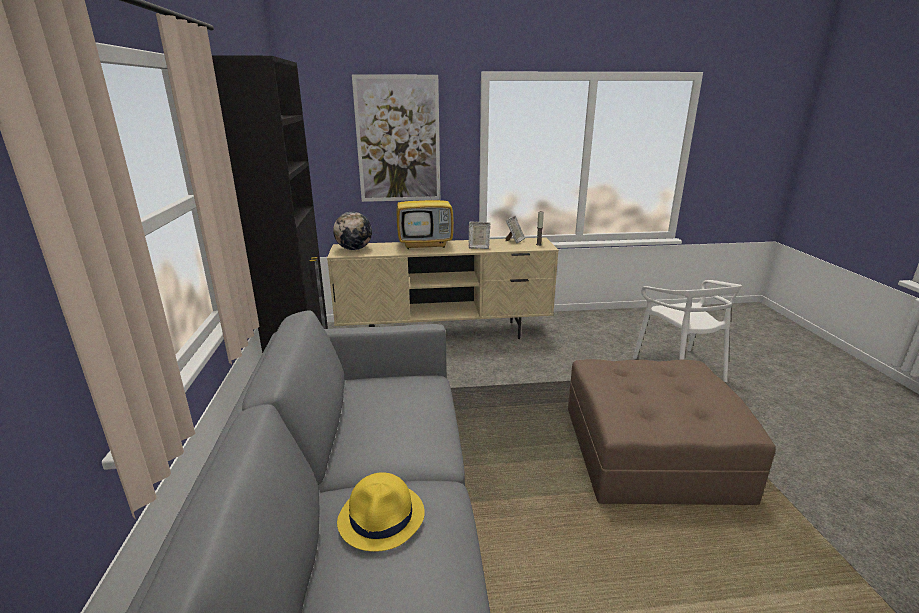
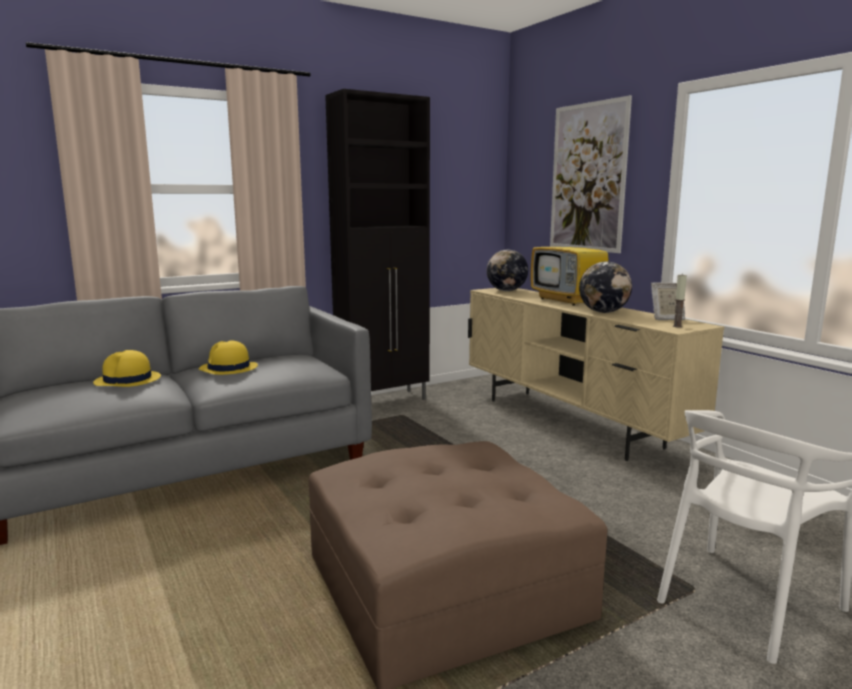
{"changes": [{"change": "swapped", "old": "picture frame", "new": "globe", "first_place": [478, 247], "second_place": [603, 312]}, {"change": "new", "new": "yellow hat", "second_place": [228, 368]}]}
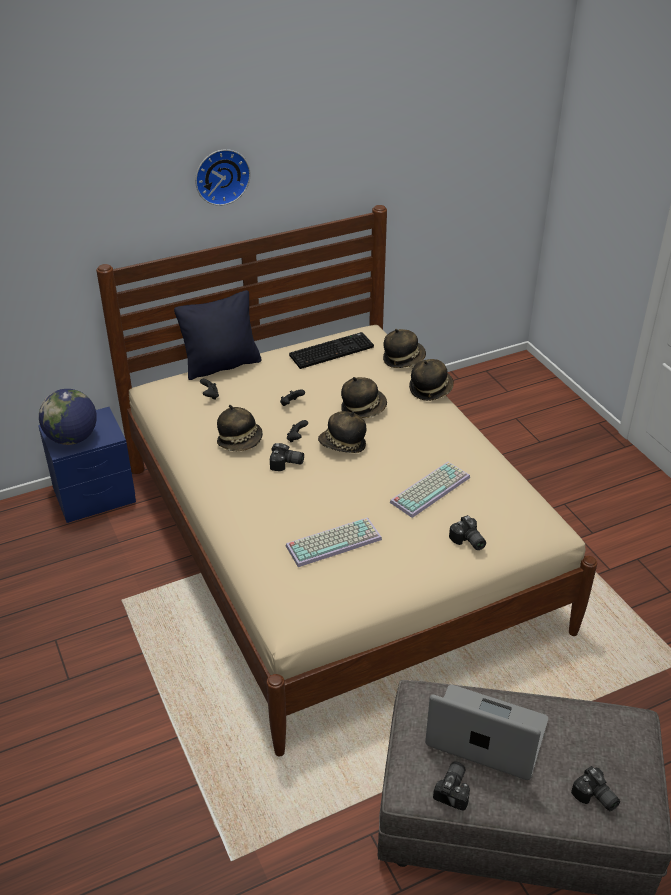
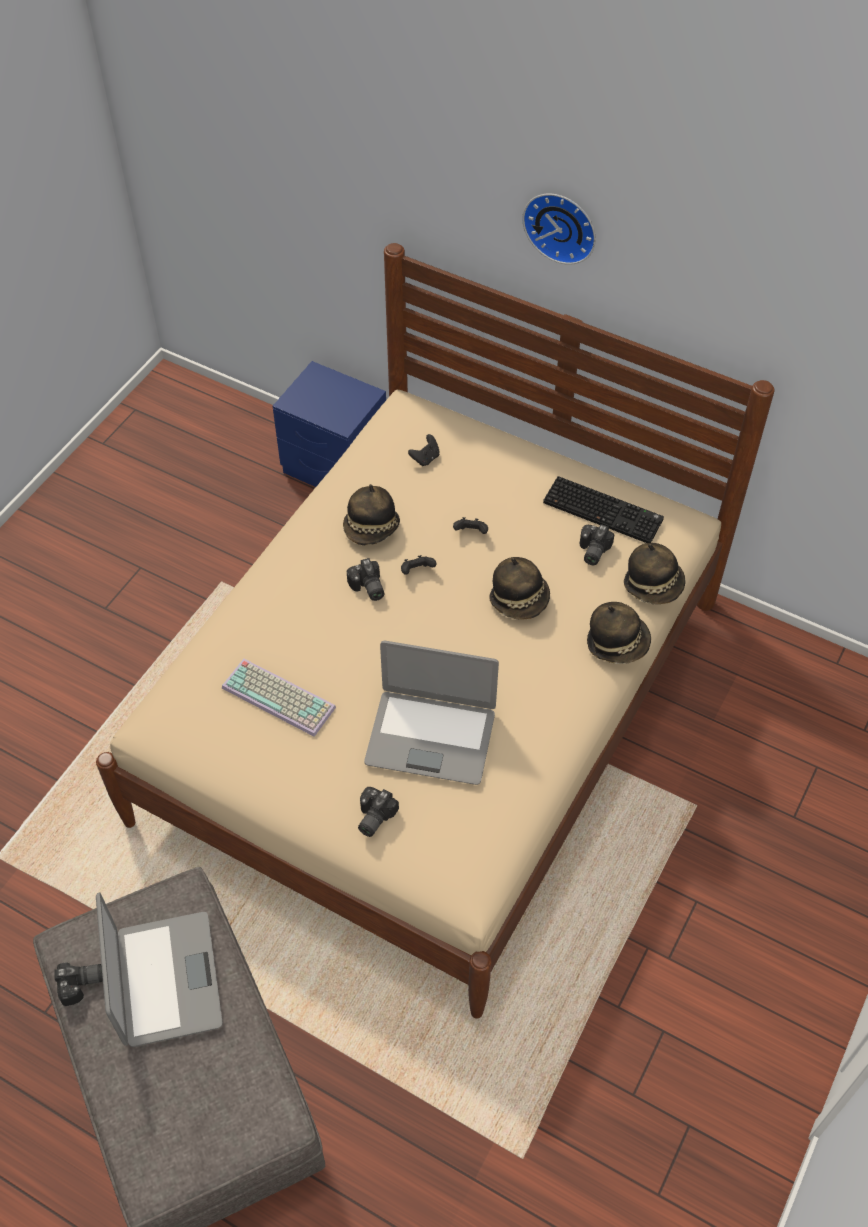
{"changes": [{"change": "gone", "old": "globe", "first_place": [72, 438]}, {"change": "gone", "old": "black pillow", "first_place": [221, 365]}, {"change": "gone", "old": "hat", "first_place": [342, 446]}, {"change": "swapped", "old": "keyboard", "new": "laptop", "first_place": [430, 488], "second_place": [431, 736]}, {"change": "shifted", "old": "photo camera", "first_place": [595, 798], "second_place": [592, 551]}]}
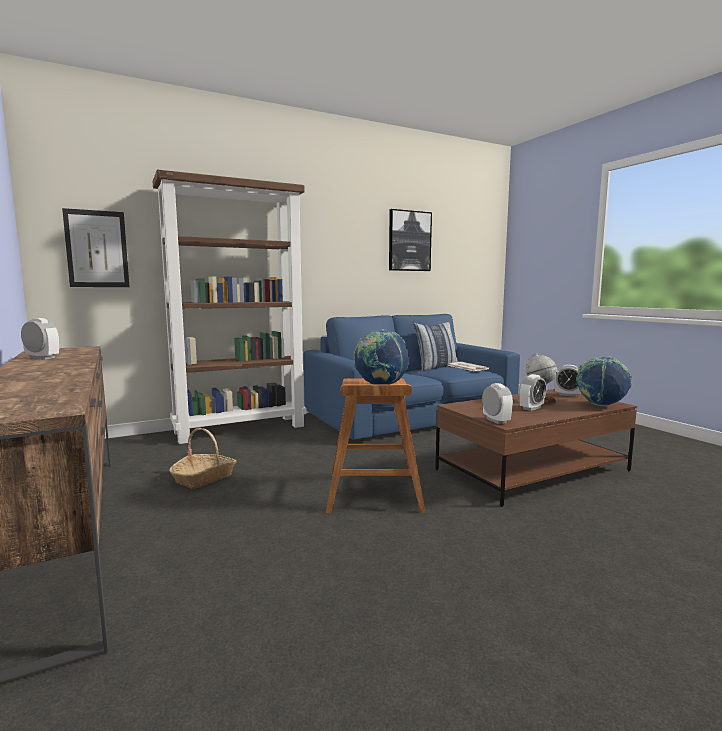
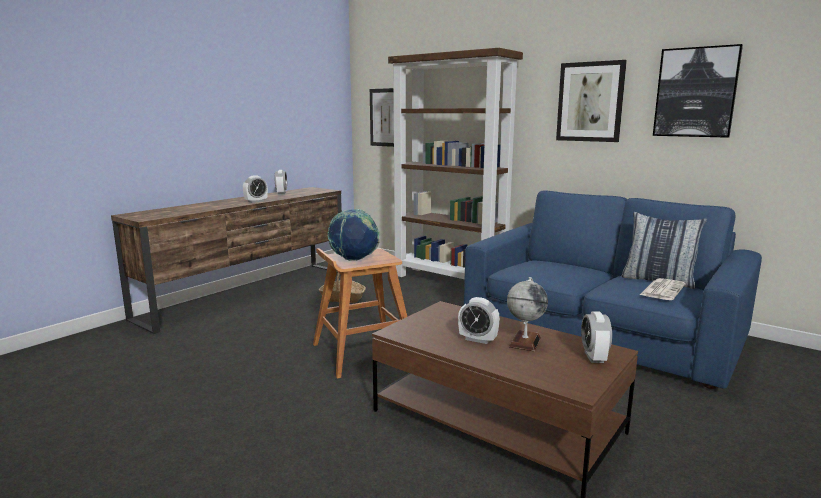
{"changes": [{"change": "shifted", "old": "alarm clock", "first_place": [496, 421], "second_place": [256, 201]}, {"change": "gone", "old": "globe", "first_place": [601, 405]}, {"change": "new", "new": "picture", "second_place": [590, 102]}]}
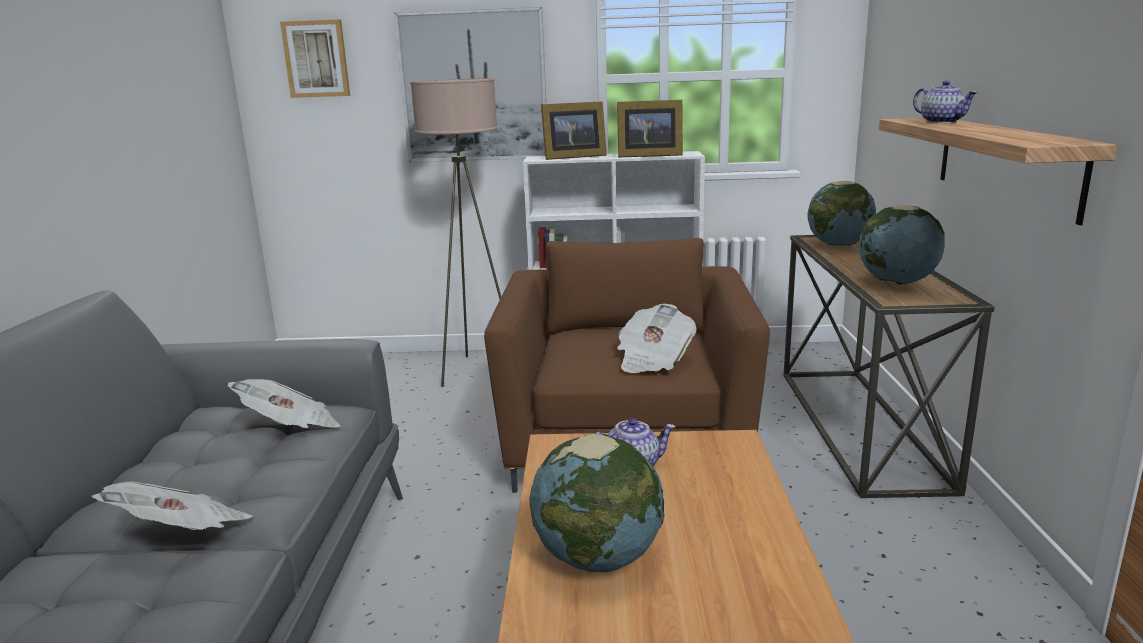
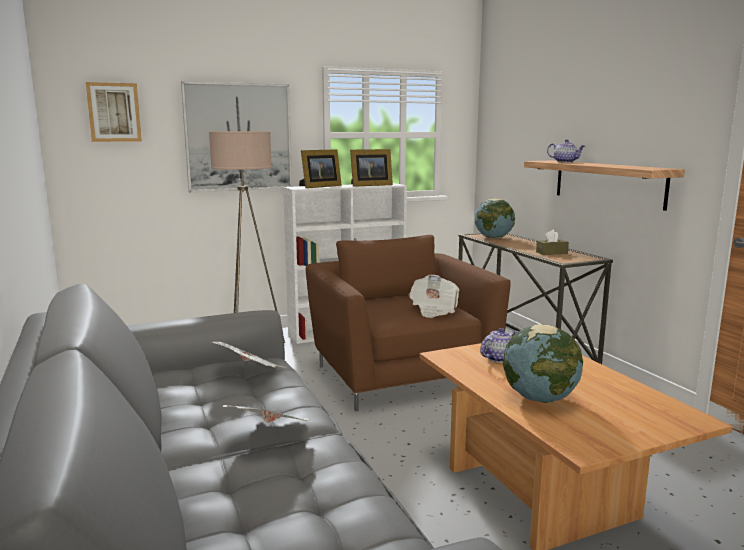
{"changes": [{"change": "swapped", "old": "globe", "new": "brown tissue box", "first_place": [896, 282], "second_place": [551, 253]}]}
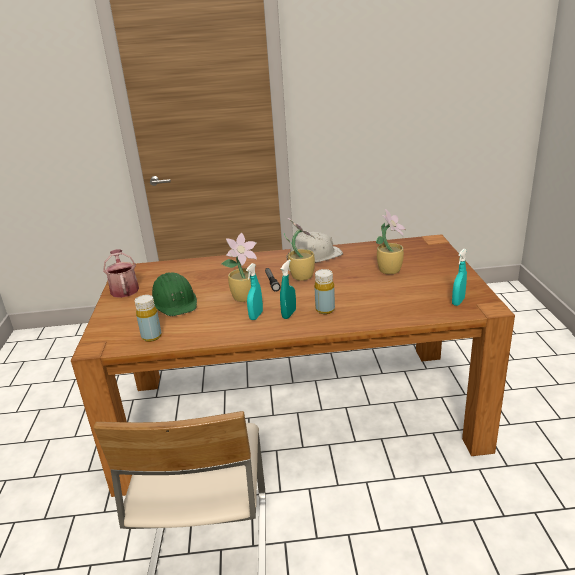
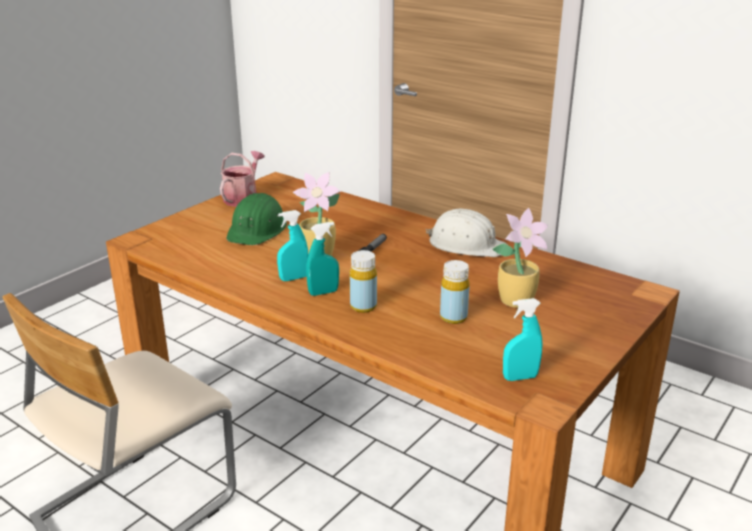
{"changes": [{"change": "shifted", "old": "yellow bottle", "first_place": [151, 337], "second_place": [453, 317]}, {"change": "gone", "old": "potted plant", "first_place": [302, 276]}]}
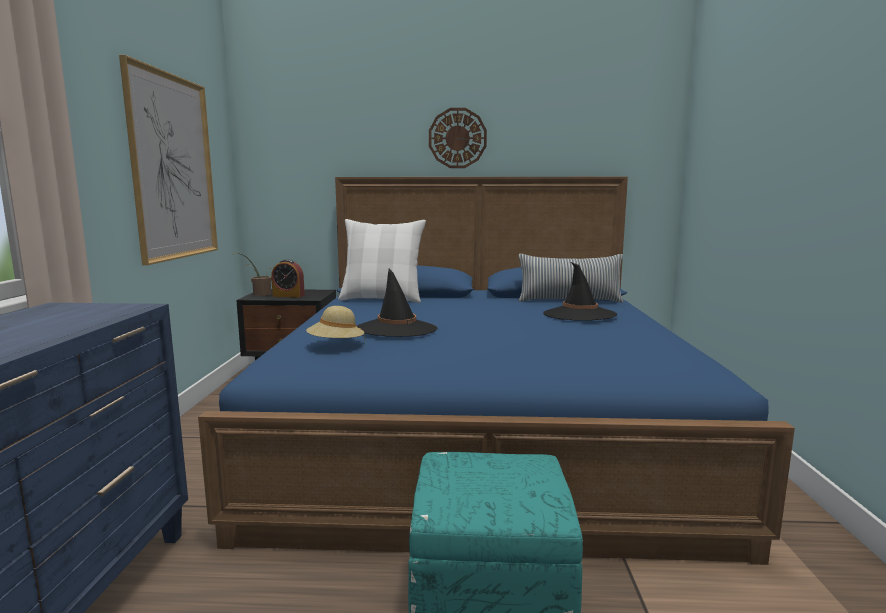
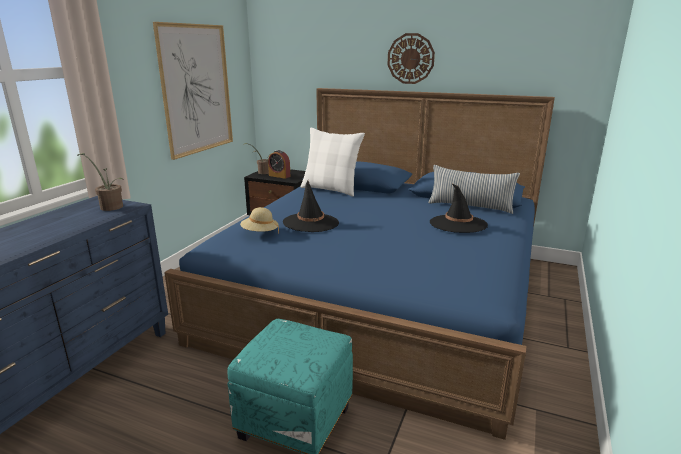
{"changes": [{"change": "new", "new": "potted plant", "second_place": [110, 206]}]}
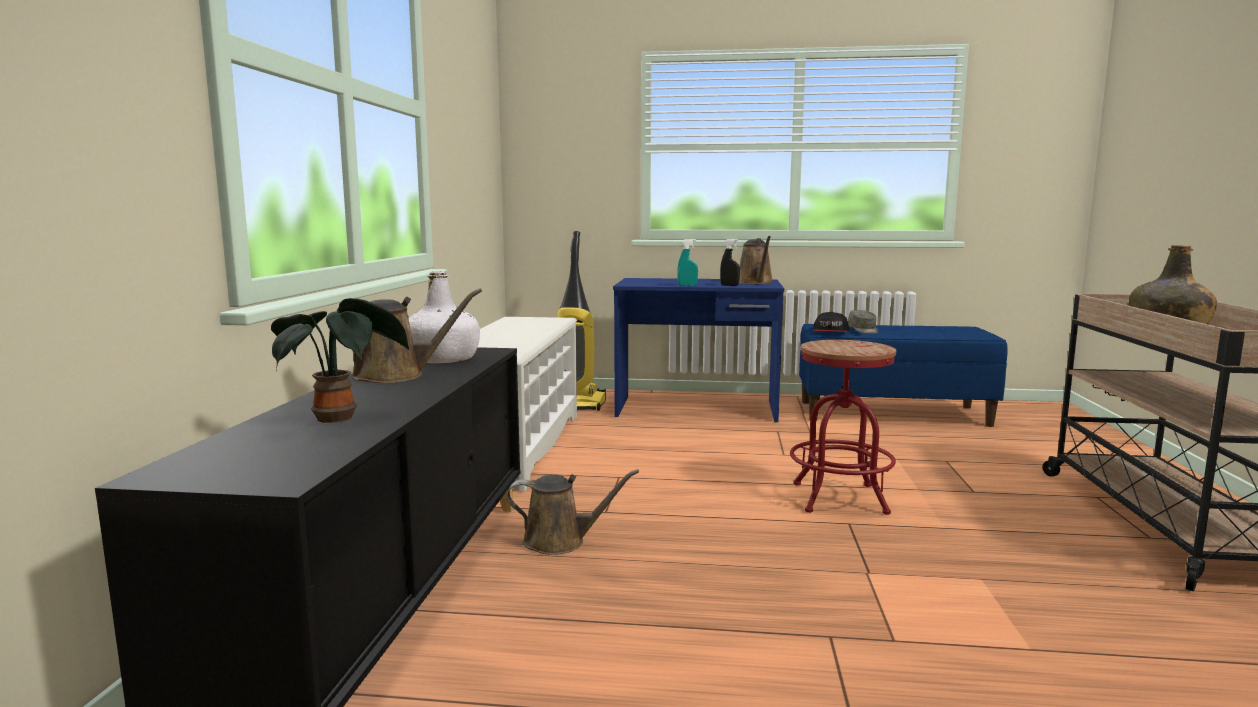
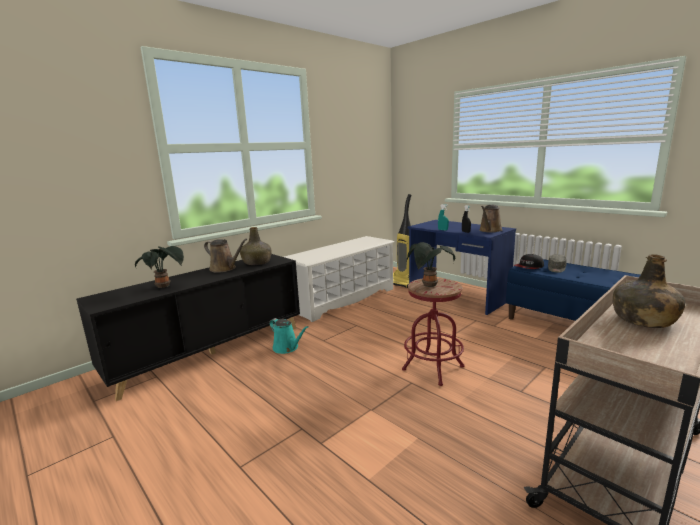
{"changes": [{"change": "repainted", "old": "white bottle", "new": "green bottle", "first_place": [443, 359], "second_place": [257, 263]}, {"change": "repainted", "old": "brown watering can", "new": "turquoise watering can", "first_place": [560, 541], "second_place": [287, 348]}, {"change": "new", "new": "potted plant", "second_place": [429, 286]}]}
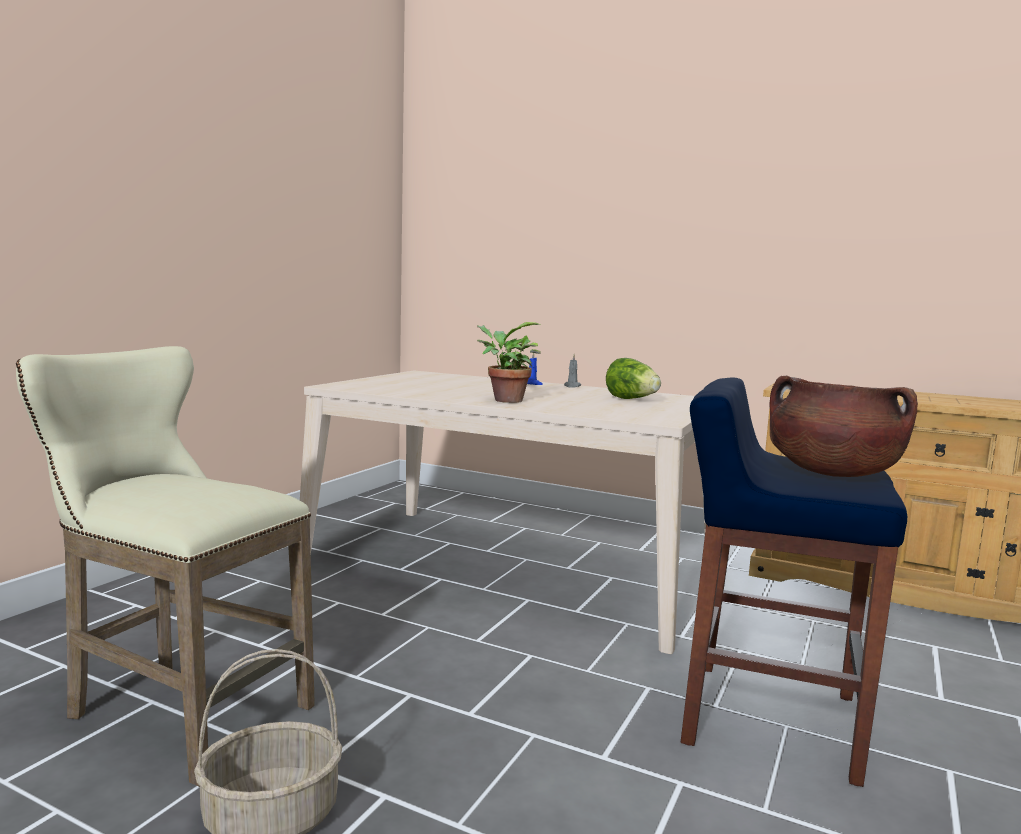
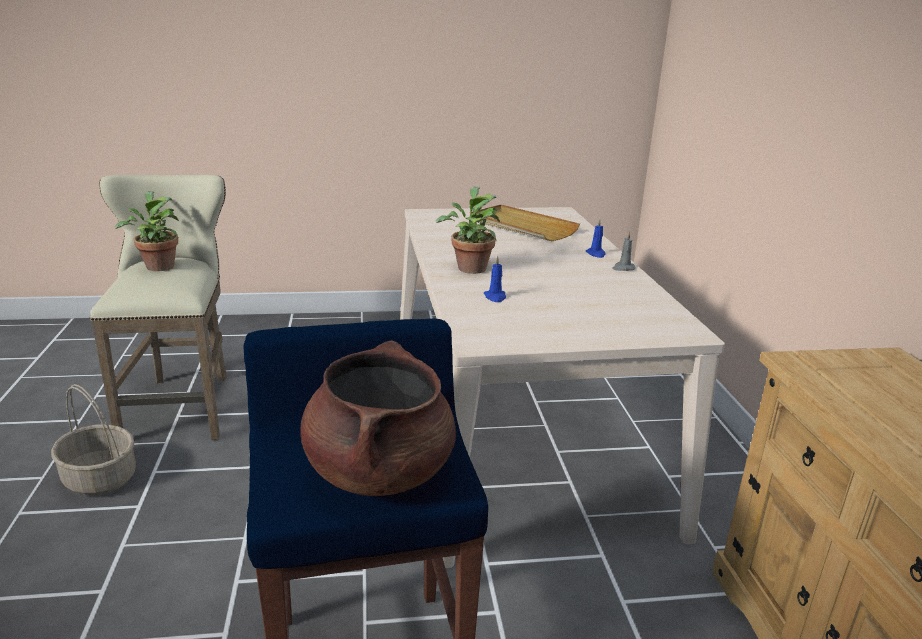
{"changes": [{"change": "gone", "old": "lettuce", "first_place": [632, 399]}, {"change": "new", "new": "potted plant", "second_place": [158, 265]}, {"change": "new", "new": "beige tray", "second_place": [521, 227]}, {"change": "new", "new": "blue candle", "second_place": [495, 297]}]}
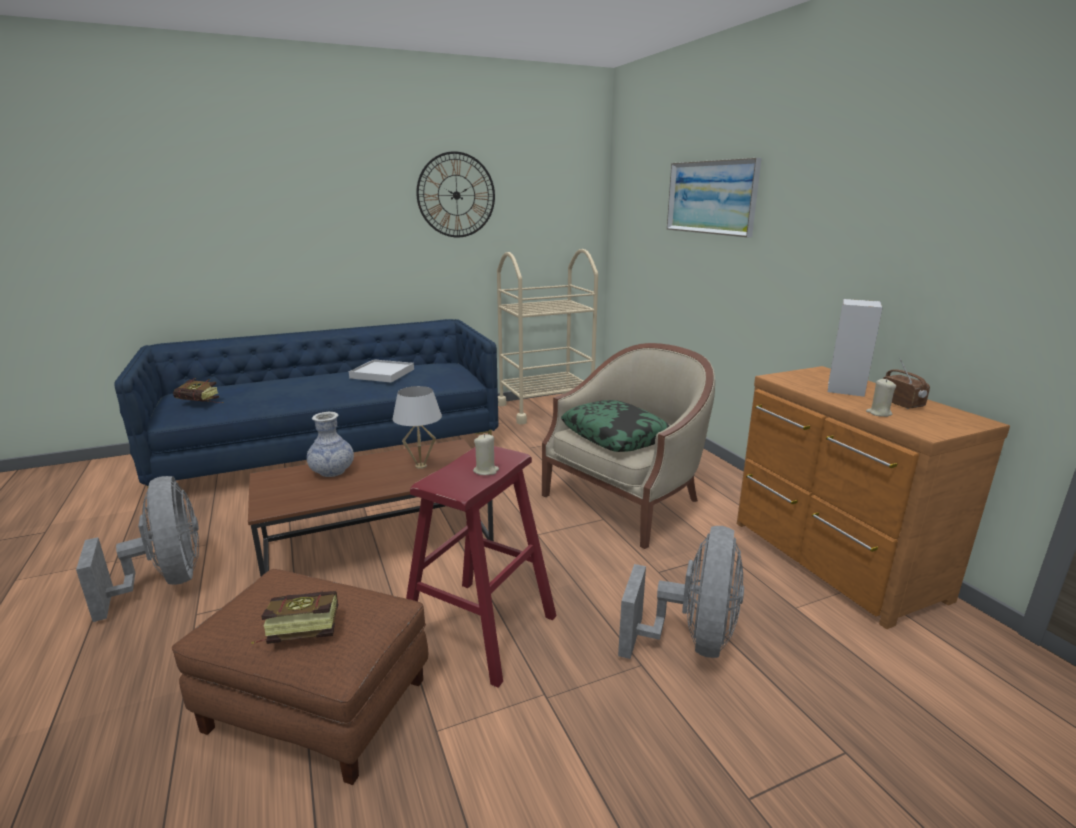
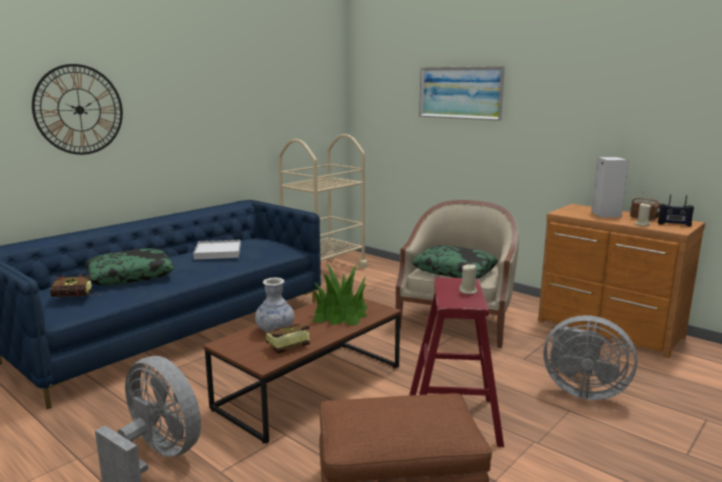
{"changes": [{"change": "shifted", "old": "book", "first_place": [296, 631], "second_place": [283, 348]}, {"change": "swapped", "old": "white table lamp", "new": "potted plant", "first_place": [421, 466], "second_place": [340, 314]}, {"change": "shifted", "old": "wall clock", "first_place": [456, 195], "second_place": [79, 110]}, {"change": "rotated", "old": "grey fan", "first_place": [691, 640], "second_place": [581, 390], "degrees": 120}, {"change": "new", "new": "pillow", "second_place": [130, 275]}, {"change": "new", "new": "radio", "second_place": [674, 224]}]}
